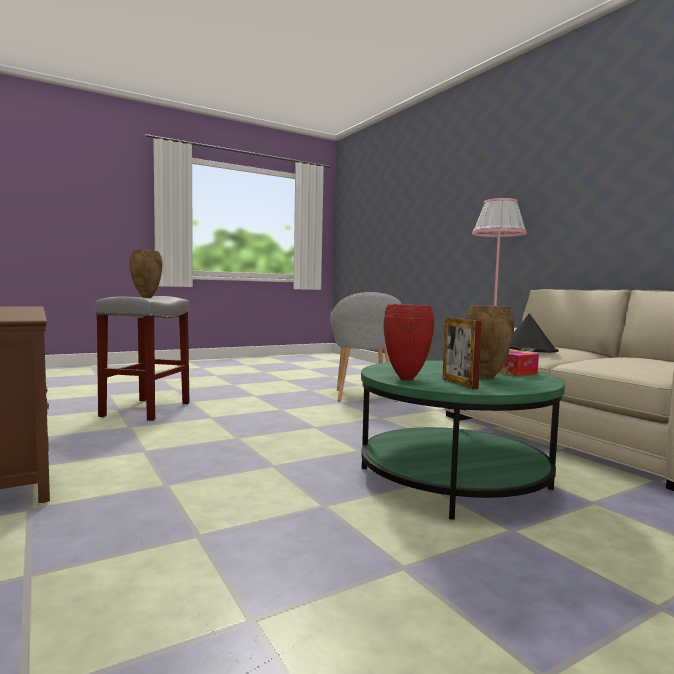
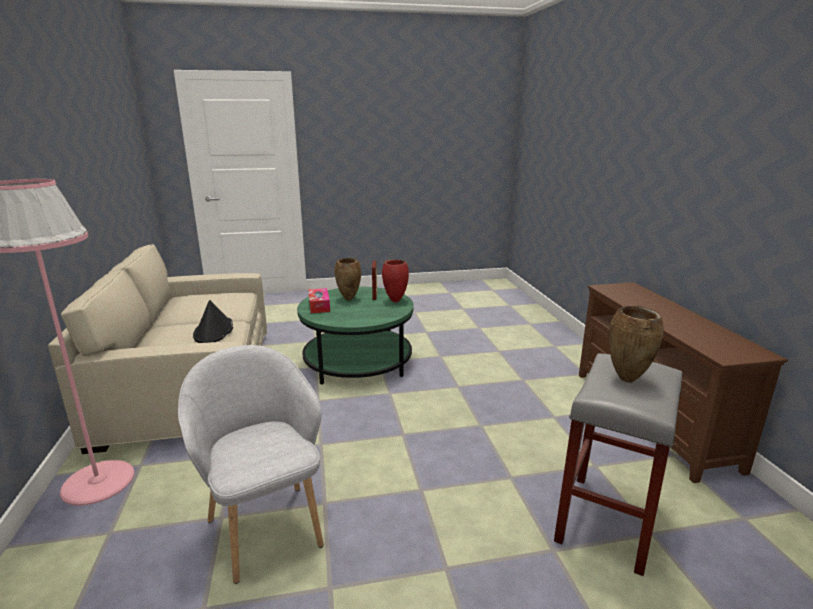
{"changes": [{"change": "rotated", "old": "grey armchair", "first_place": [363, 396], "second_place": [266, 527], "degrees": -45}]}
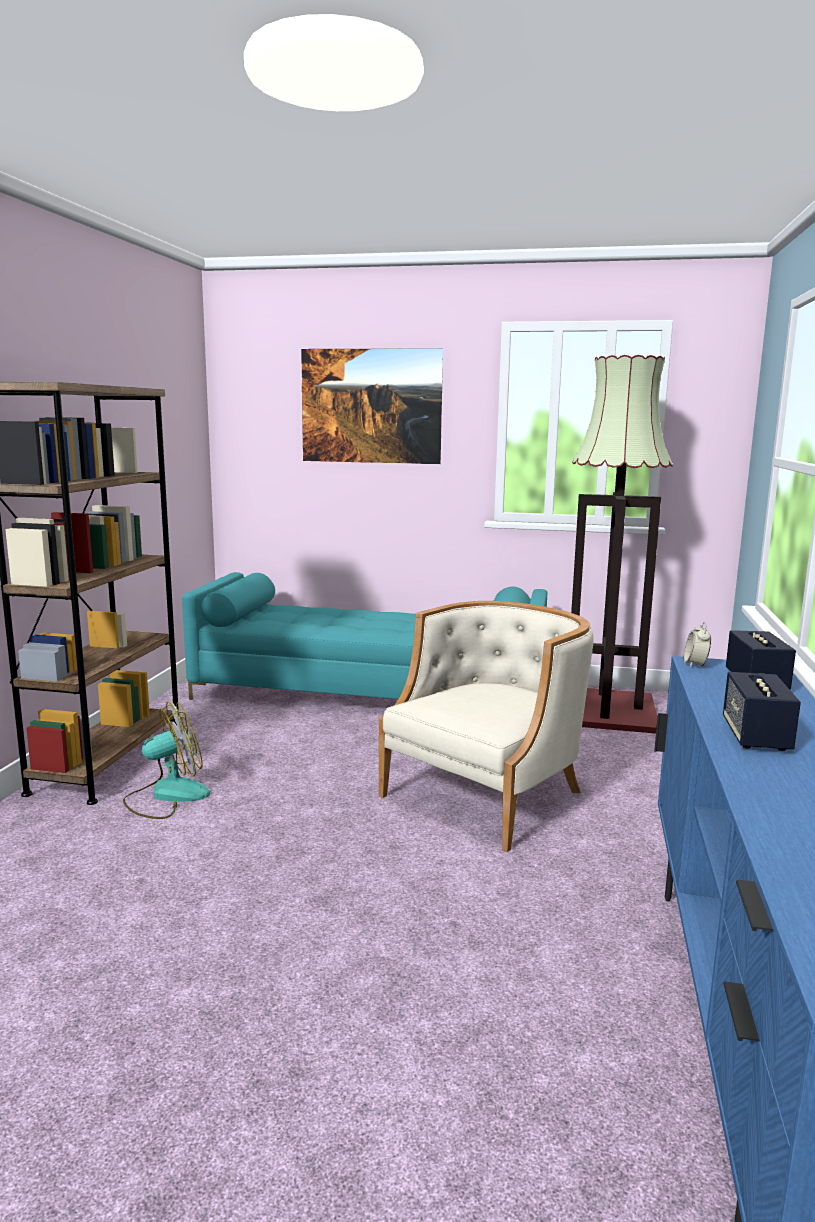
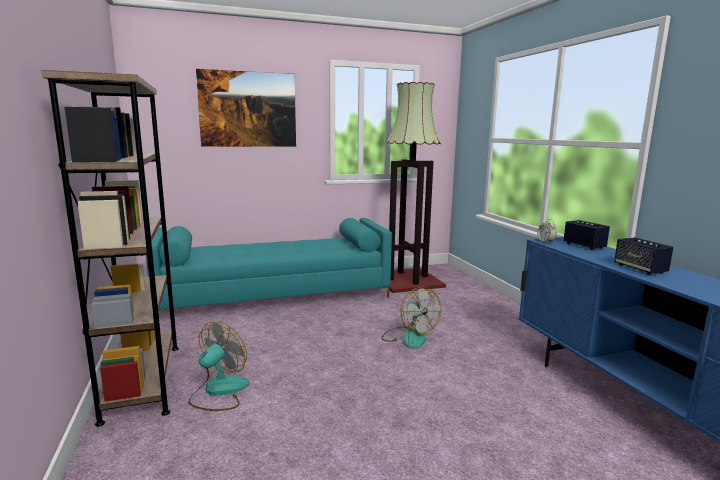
{"changes": [{"change": "swapped", "old": "beige armchair", "new": "fan", "first_place": [488, 794], "second_place": [409, 337]}]}
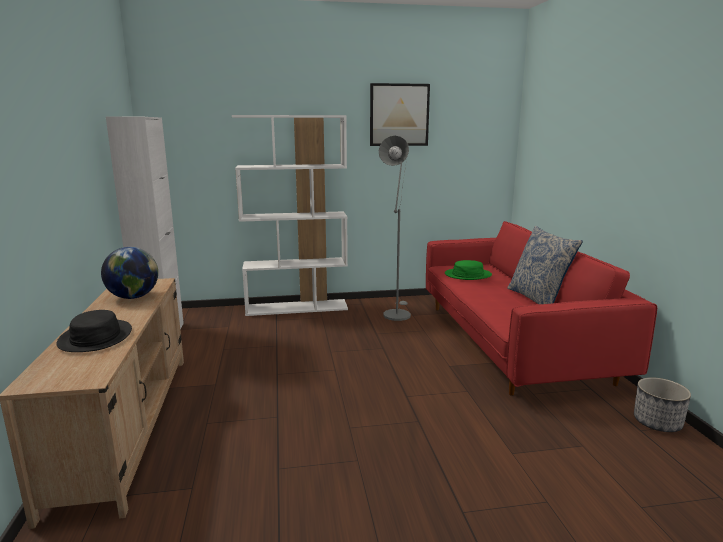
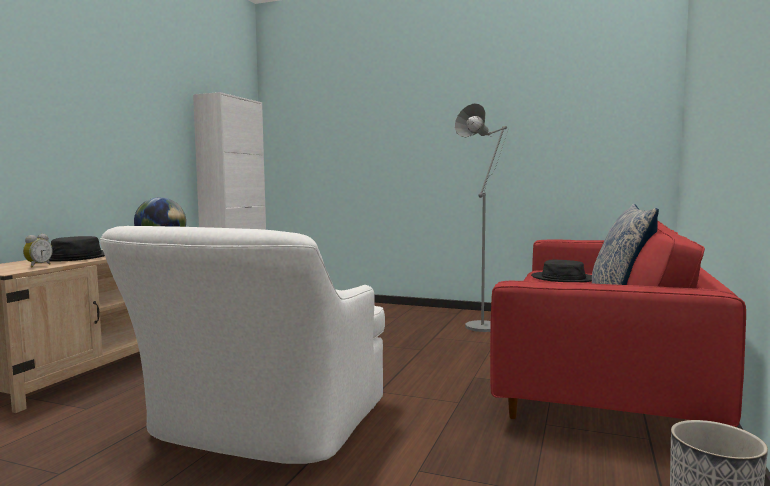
{"changes": [{"change": "gone", "old": "white bookcase", "first_place": [297, 307]}, {"change": "gone", "old": "picture", "first_place": [399, 115]}, {"change": "repainted", "old": "green hat", "new": "black hat", "first_place": [468, 275], "second_place": [563, 278]}, {"change": "new", "new": "alarm clock", "second_place": [38, 266]}, {"change": "new", "new": "white armchair", "second_place": [260, 429]}]}
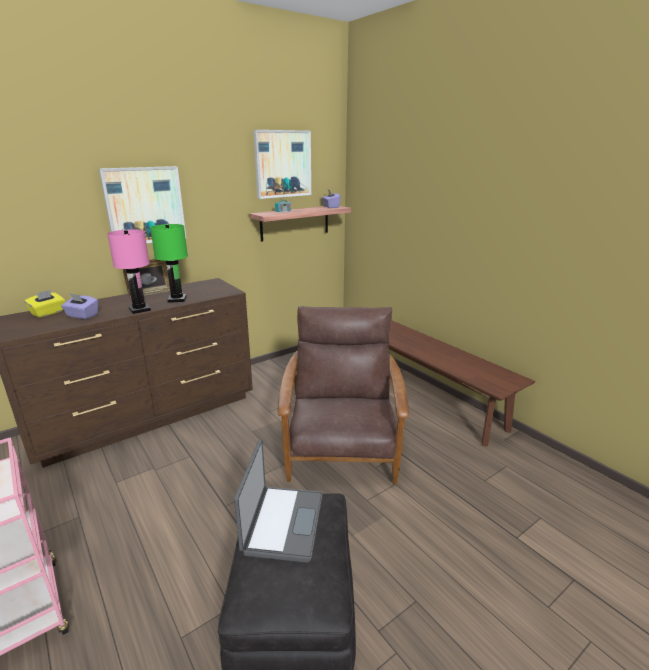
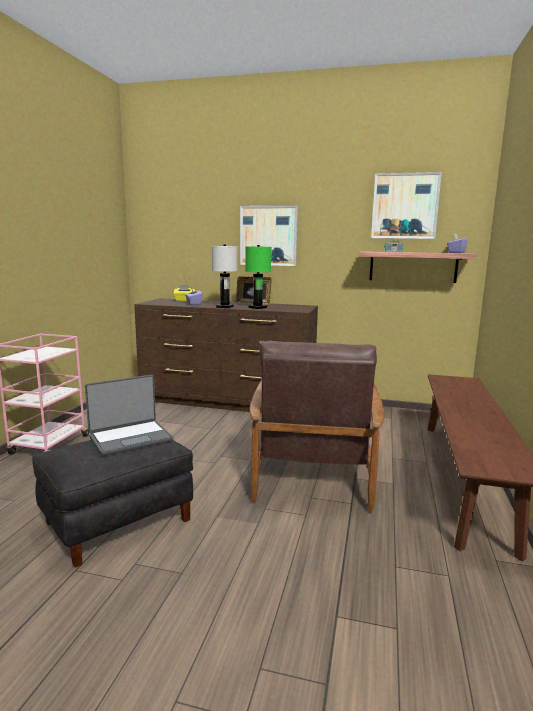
{"changes": [{"change": "repainted", "old": "pink table lamp", "new": "white table lamp", "first_place": [139, 310], "second_place": [224, 307]}, {"change": "rotated", "old": "brown armchair", "first_place": [341, 445], "second_place": [313, 472], "degrees": 135}]}
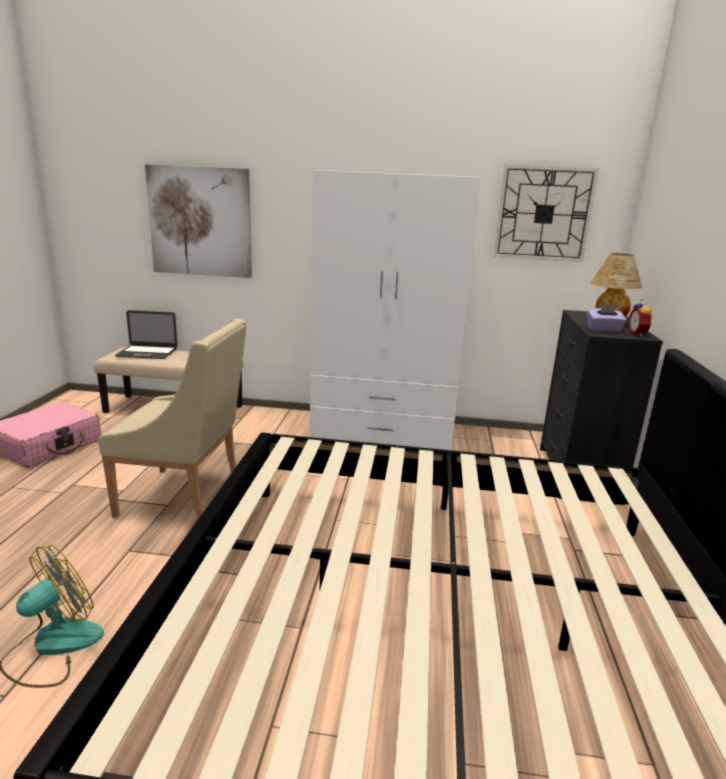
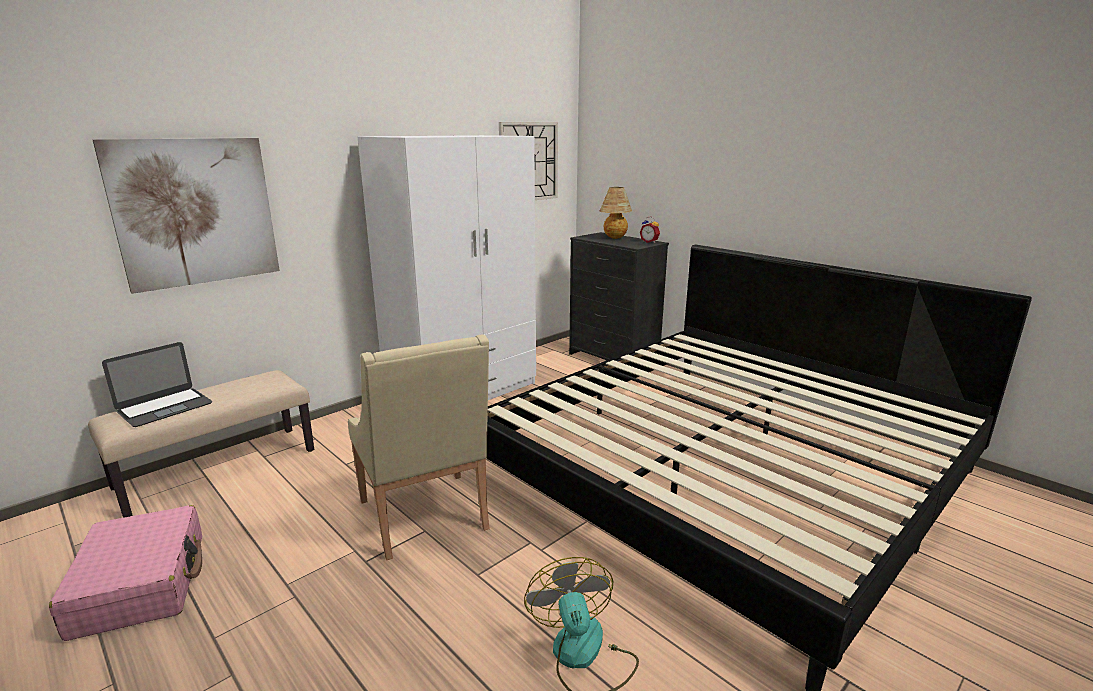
{"changes": [{"change": "rotated", "old": "beige armchair", "first_place": [185, 497], "second_place": [426, 516], "degrees": 105}, {"change": "gone", "old": "purple tissue box", "first_place": [603, 330]}]}
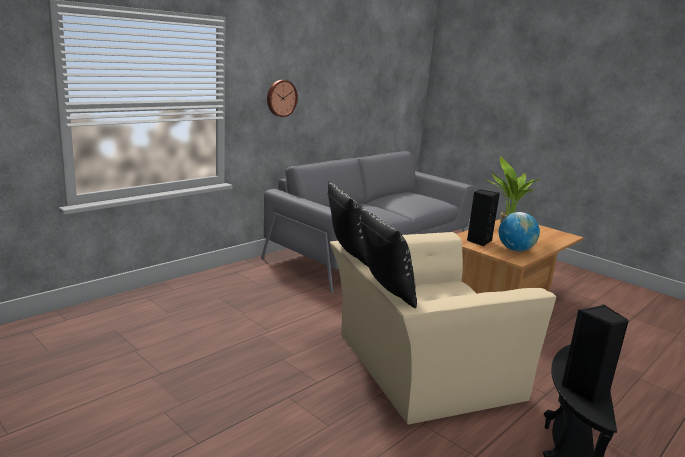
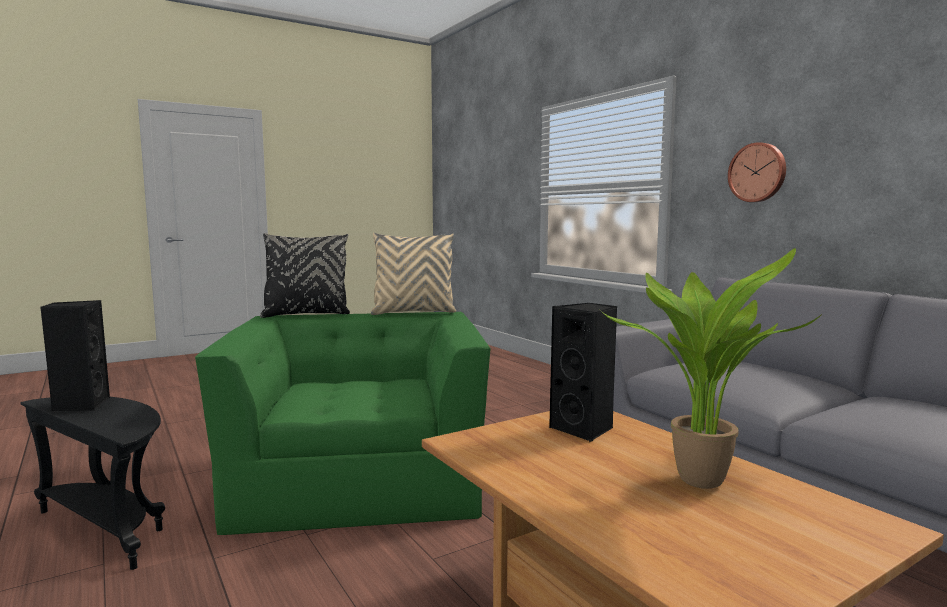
{"changes": [{"change": "repainted", "old": "black pillow", "new": "beige pillow", "first_place": [347, 254], "second_place": [413, 312]}, {"change": "repainted", "old": "beige armchair", "new": "green armchair", "first_place": [419, 366], "second_place": [360, 475]}, {"change": "gone", "old": "globe", "first_place": [515, 250]}]}
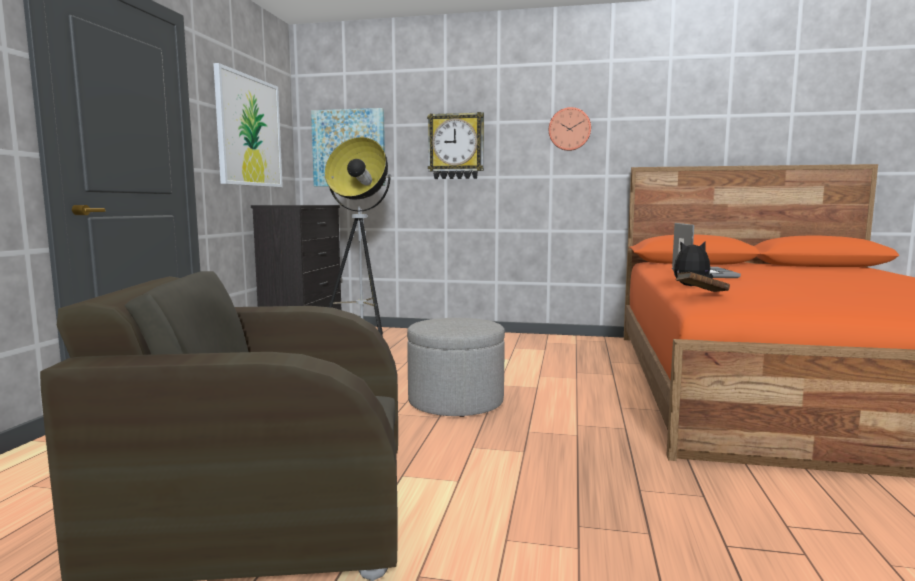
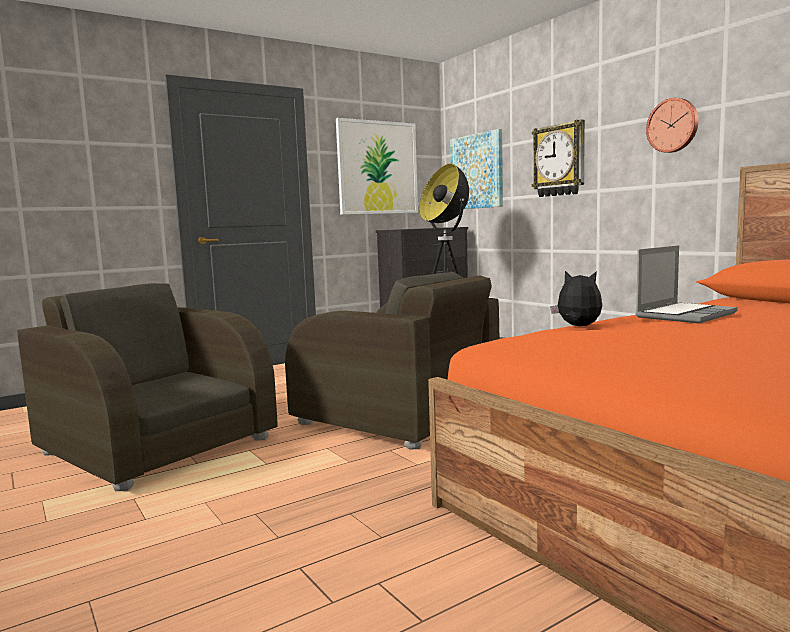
{"changes": [{"change": "swapped", "old": "grey ottoman", "new": "brown armchair", "first_place": [456, 402], "second_place": [398, 416]}, {"change": "gone", "old": "brown book", "first_place": [701, 293]}]}
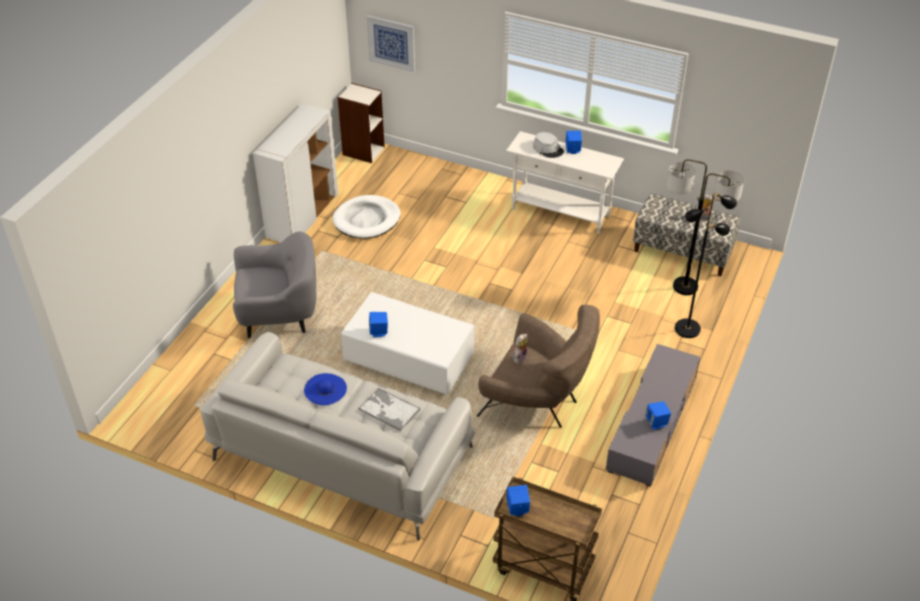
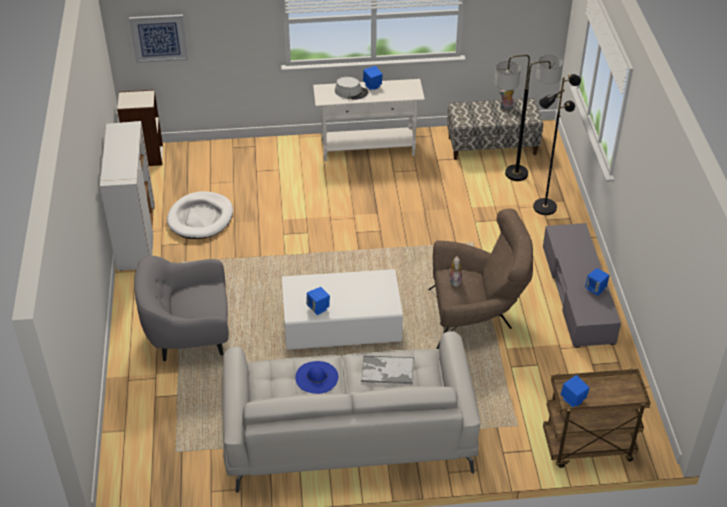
{"changes": [{"change": "rotated", "old": "grey armchair", "first_place": [279, 315], "second_place": [189, 336], "degrees": -150}]}
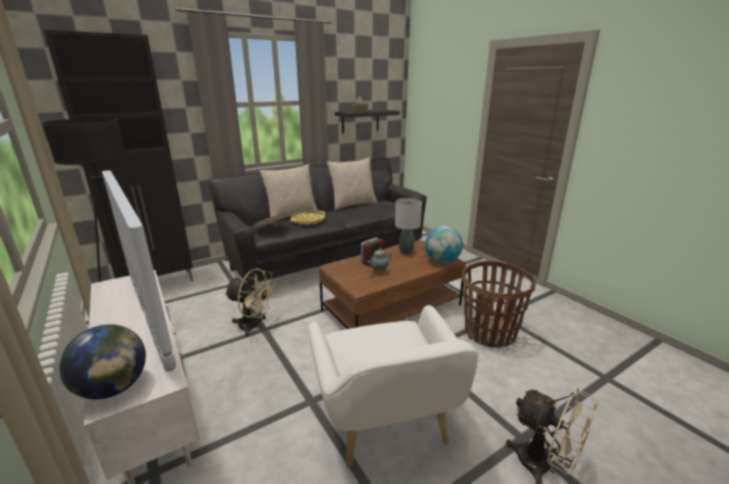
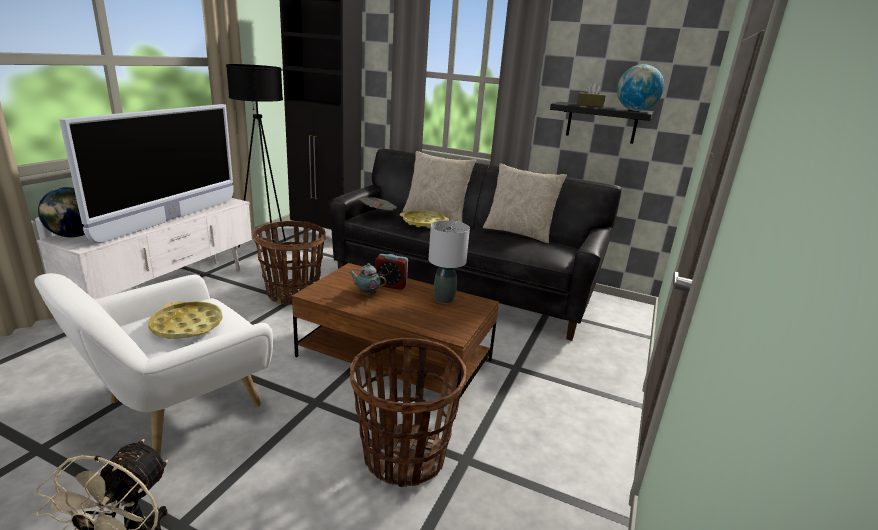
{"changes": [{"change": "swapped", "old": "beige fan", "new": "basket", "first_place": [253, 326], "second_place": [293, 294]}, {"change": "shifted", "old": "globe", "first_place": [442, 261], "second_place": [635, 110]}, {"change": "new", "new": "yellow tray", "second_place": [187, 326]}]}
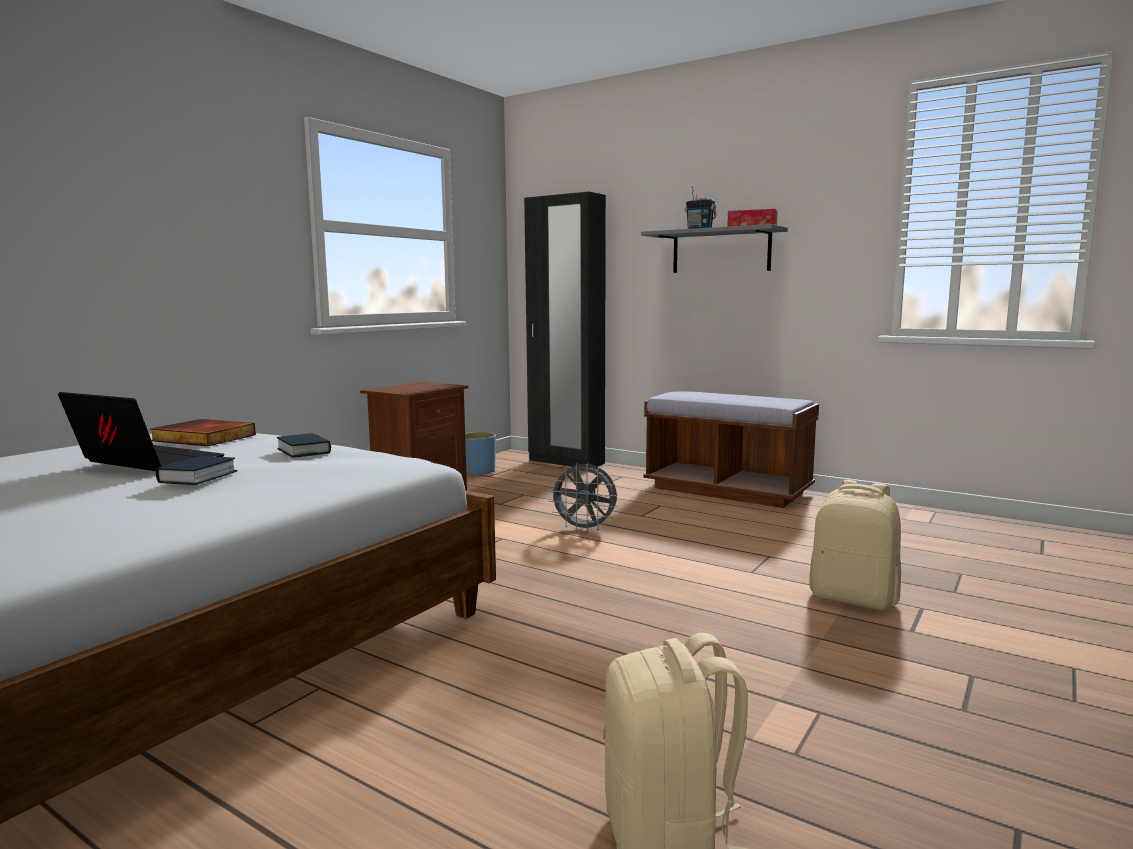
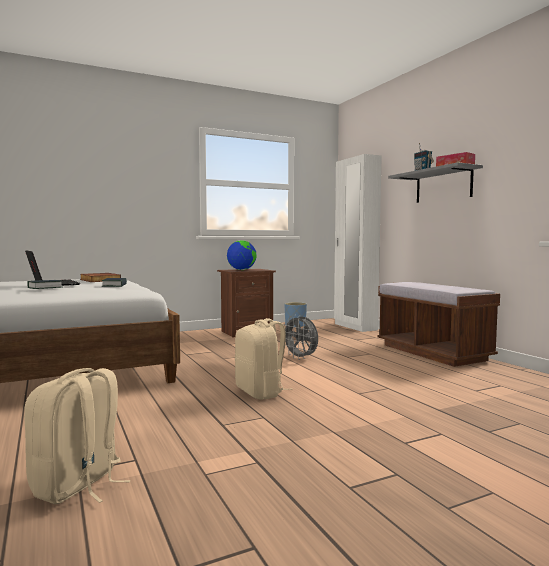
{"changes": [{"change": "repainted", "old": "black wardrobe", "new": "white wardrobe", "first_place": [566, 462], "second_place": [355, 327]}, {"change": "shifted", "old": "beige backpack", "first_place": [854, 599], "second_place": [261, 392]}, {"change": "new", "new": "globe", "second_place": [241, 270]}]}
